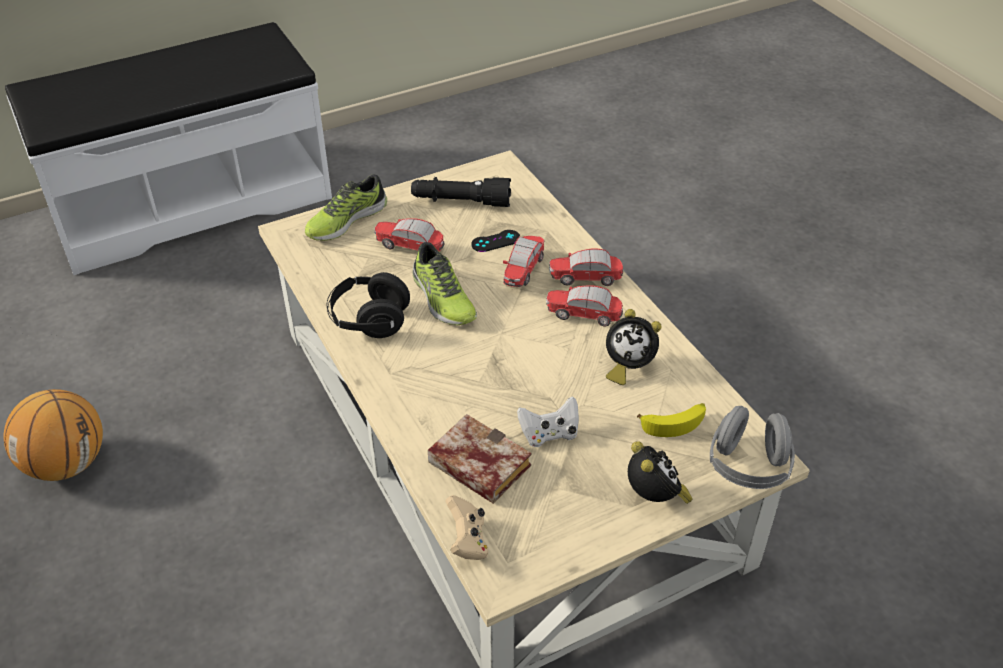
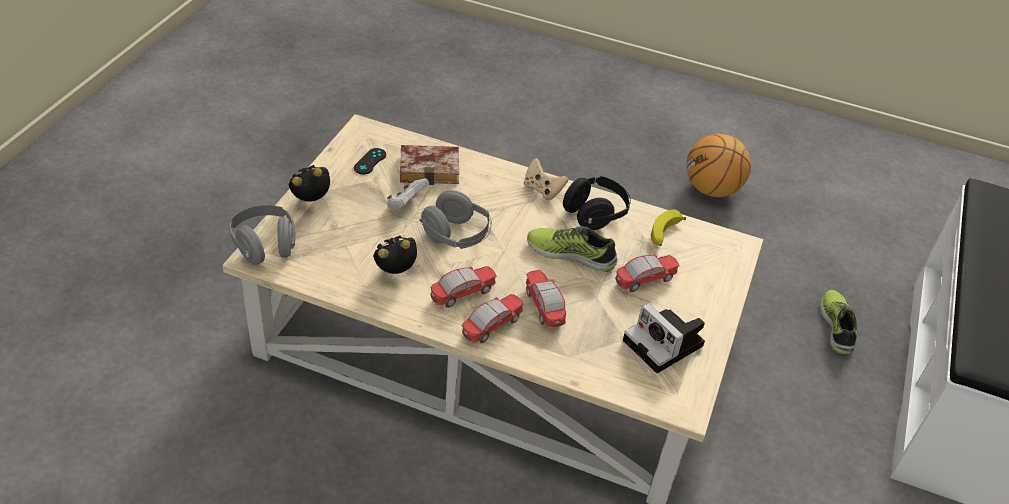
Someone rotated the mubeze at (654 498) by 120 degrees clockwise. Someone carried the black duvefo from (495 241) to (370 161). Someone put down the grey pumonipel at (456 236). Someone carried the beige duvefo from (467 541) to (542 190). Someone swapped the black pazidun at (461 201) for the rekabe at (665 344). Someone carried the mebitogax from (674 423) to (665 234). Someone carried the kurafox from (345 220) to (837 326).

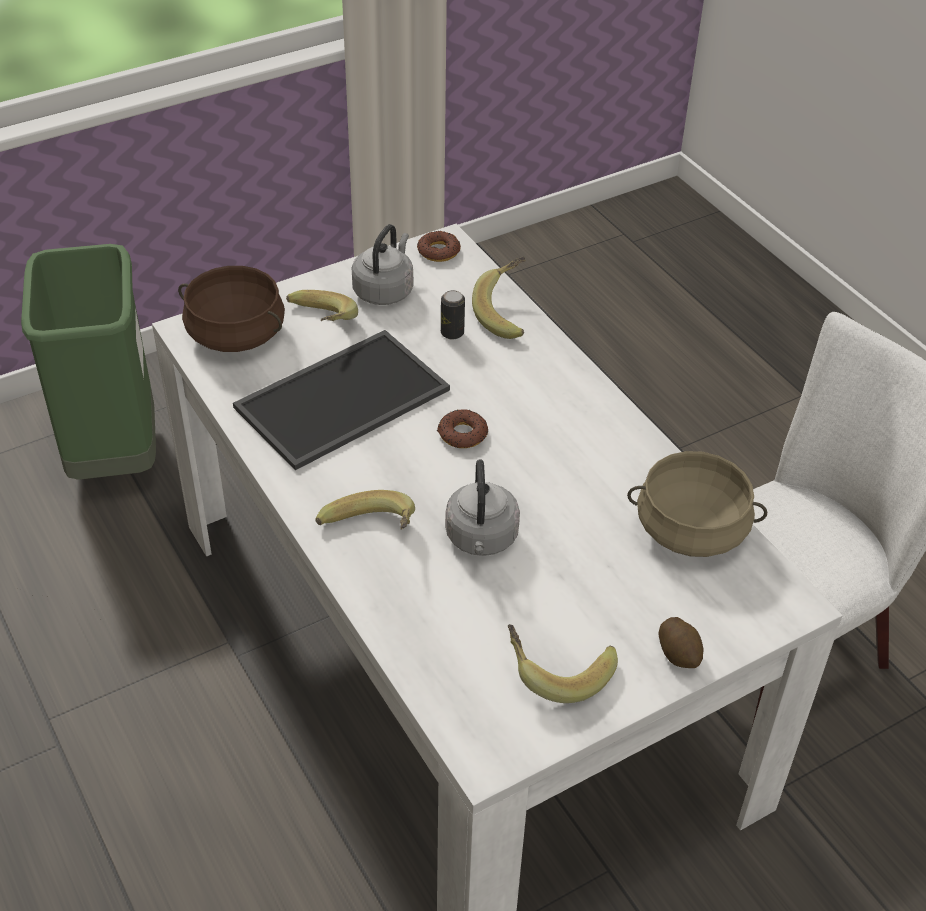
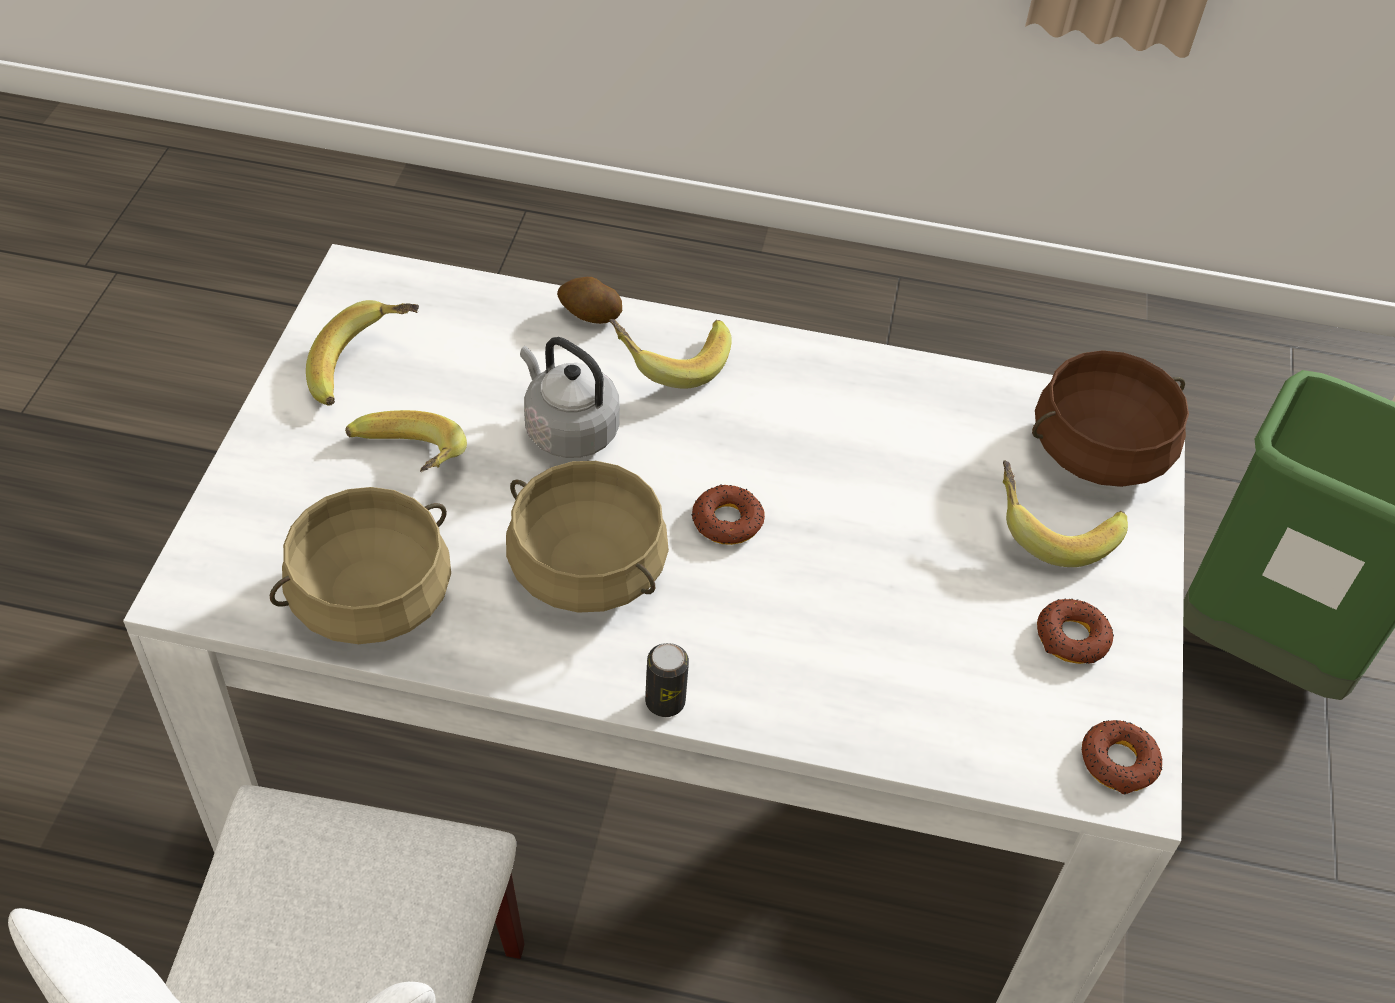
Someone carried the mebitogax from (508 313) to (407 467). Someone put down the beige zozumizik at (585 569). Someone carried the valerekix from (679 653) to (589 315). Someone carried the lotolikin from (452 333) to (665 701). Someone swapped the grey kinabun at (384 290) for the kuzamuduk at (1072 638). Someone took away the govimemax at (342 396).

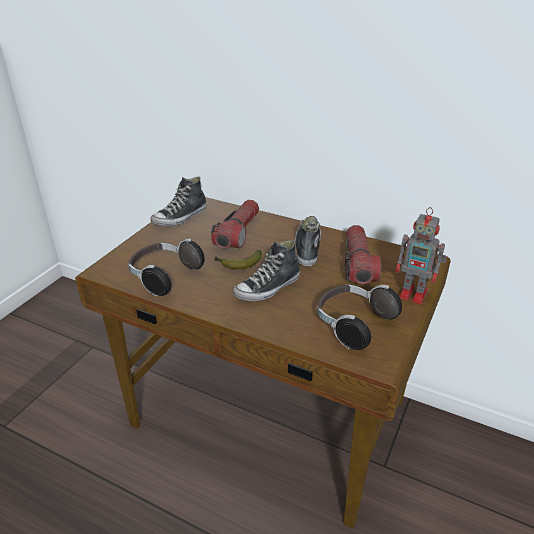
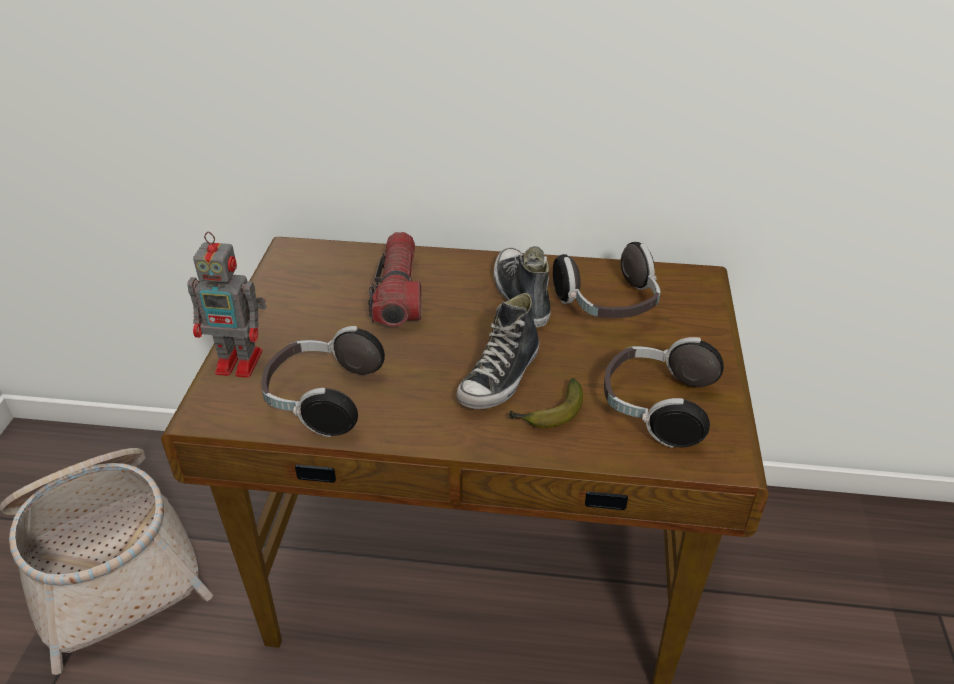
Someone put down the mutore at (109 560). Someone carried the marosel from (415 294) to (242 362). Someone carried the mebitogax from (238 264) to (549 414). Someone swapped the pazidun at (358 263) for the pumonipel at (608 305). Someone took away the kurafox at (180 217).

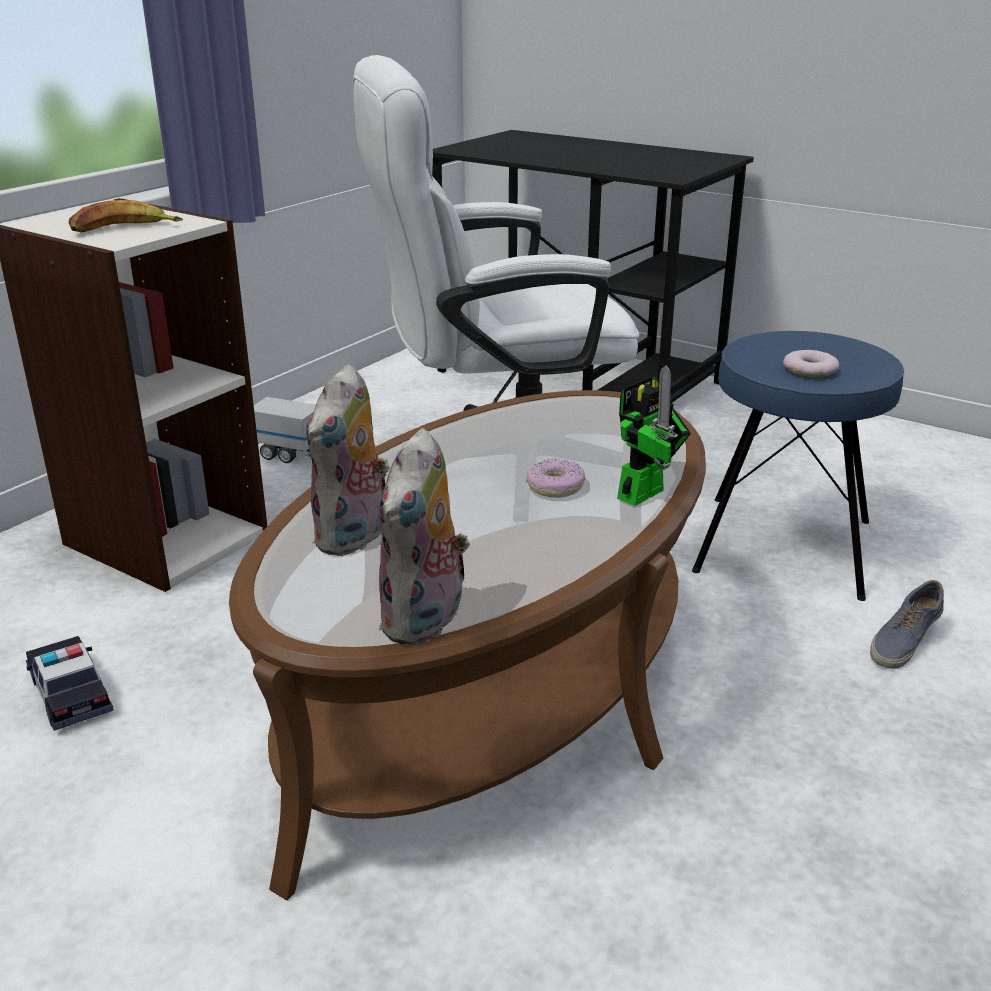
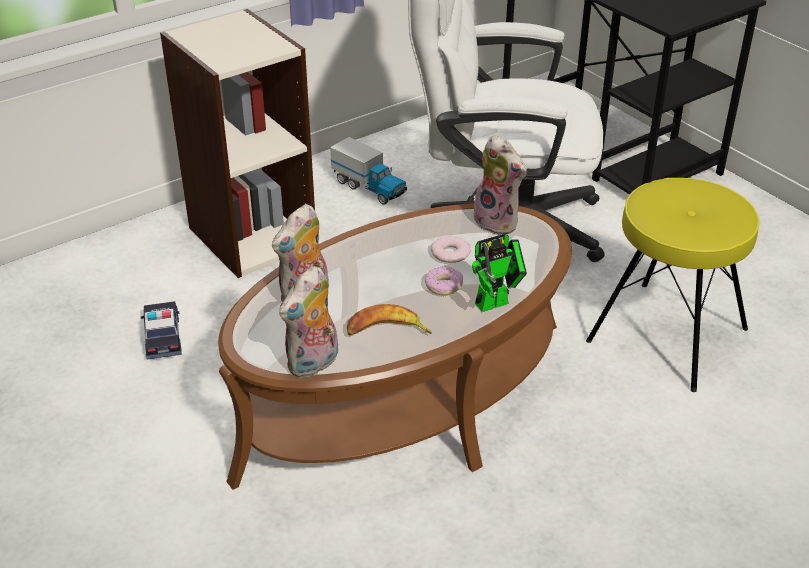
Someone carried the mebitogax from (124 229) to (386 330). Someone carried the kuzamuduk from (809 370) to (450 253). Someone put down the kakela at (499 222). Someone repainted the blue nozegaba at (785 545), which became the yellow nozegaba at (668 334). Someone took away the kurafox at (903 641).

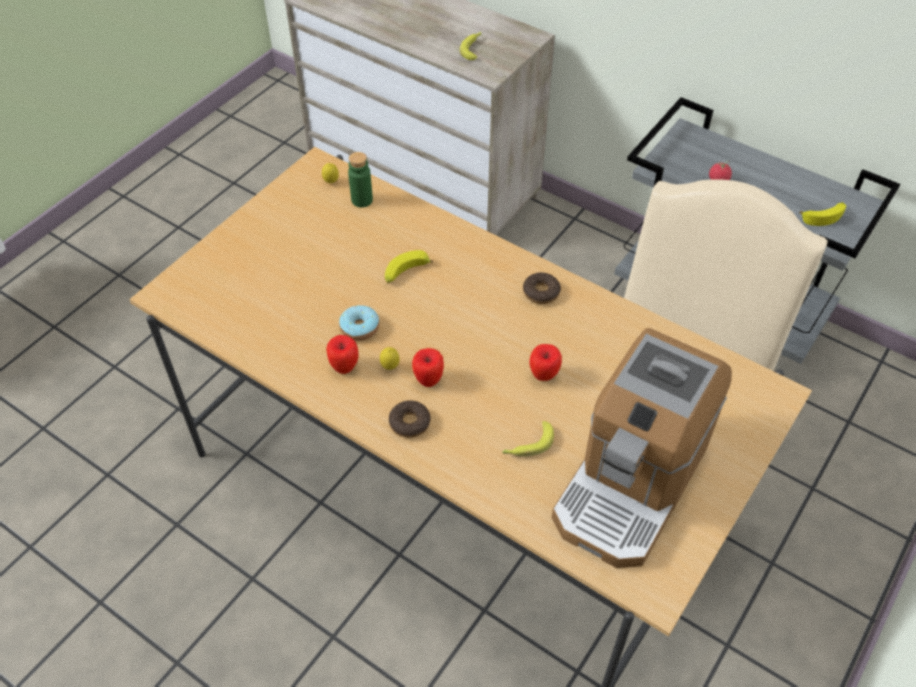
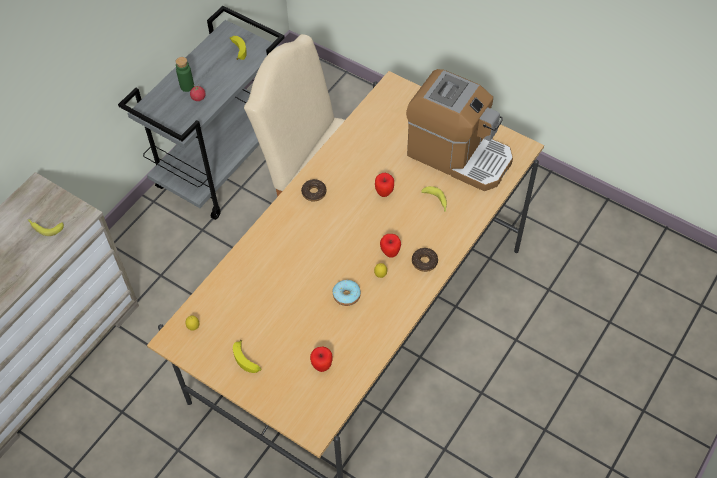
Someone carried the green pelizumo from (362 200) to (187 86). Someone carried the mebitogax from (405 273) to (247 360). Someone carried the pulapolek from (344 367) to (322 366).

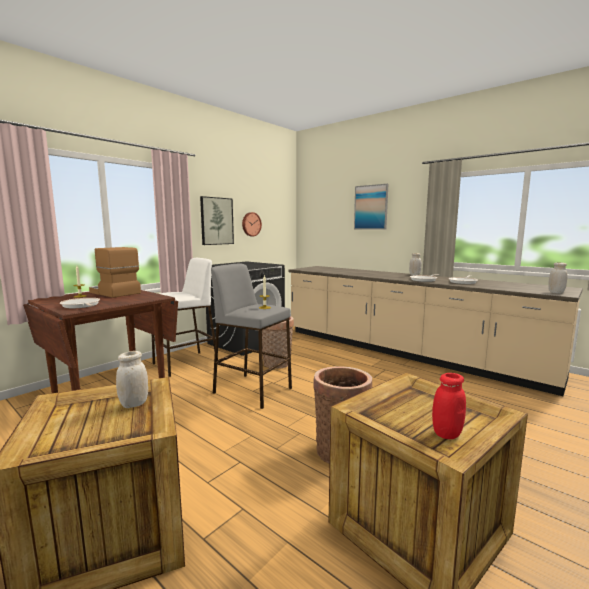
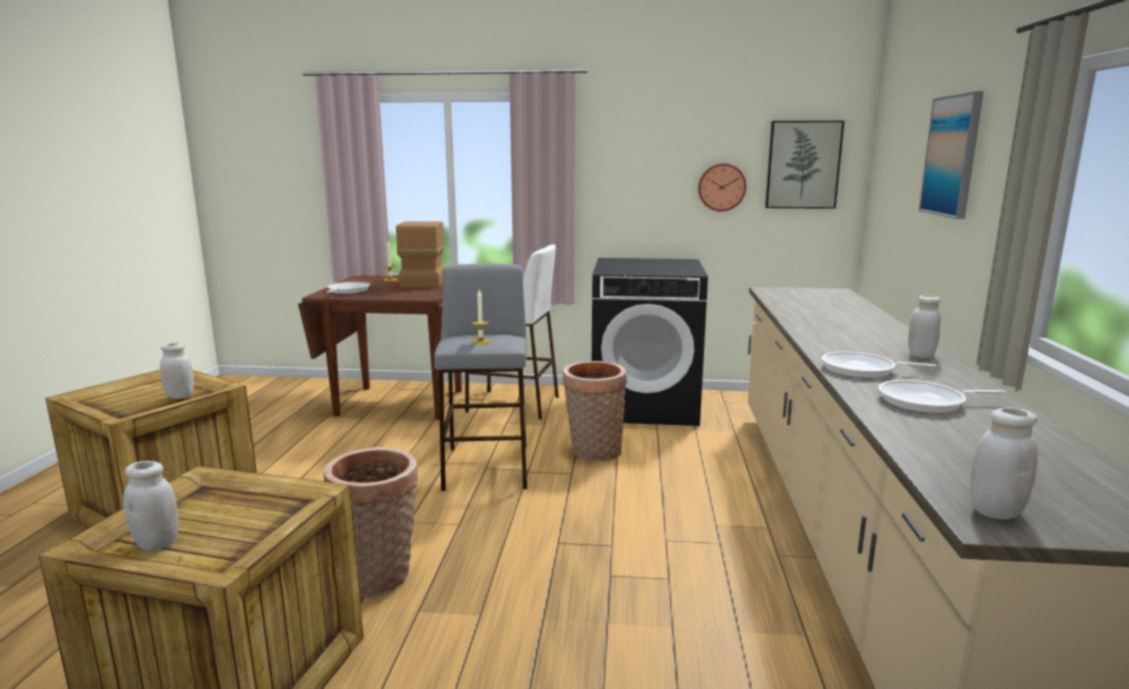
Someone repainted the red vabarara at (446 433), which became the white vabarara at (157 543). Someone carried the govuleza from (216 221) to (803 165).

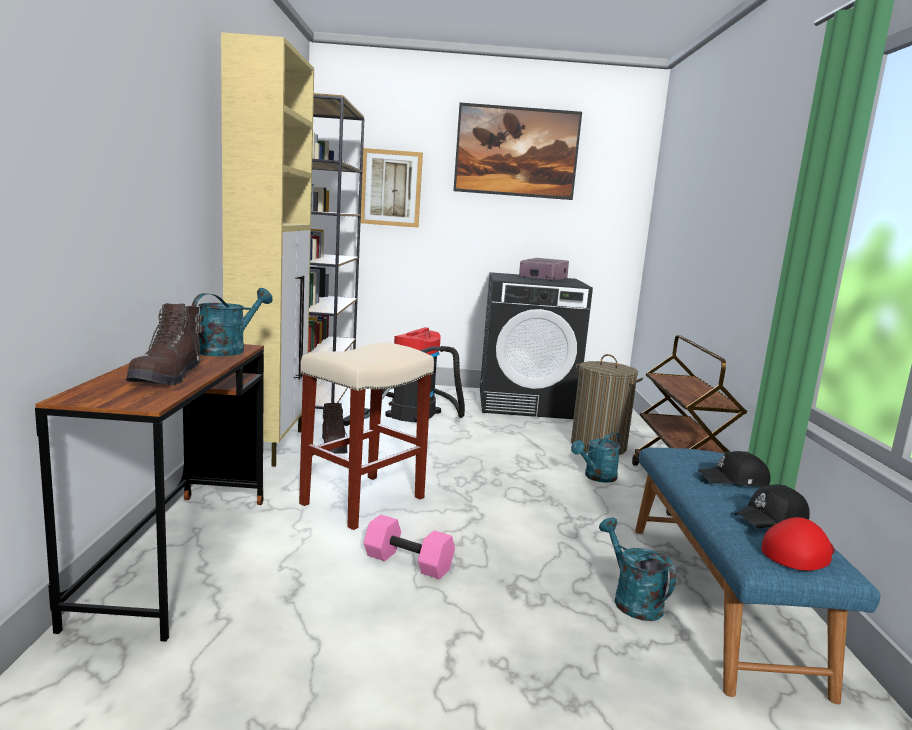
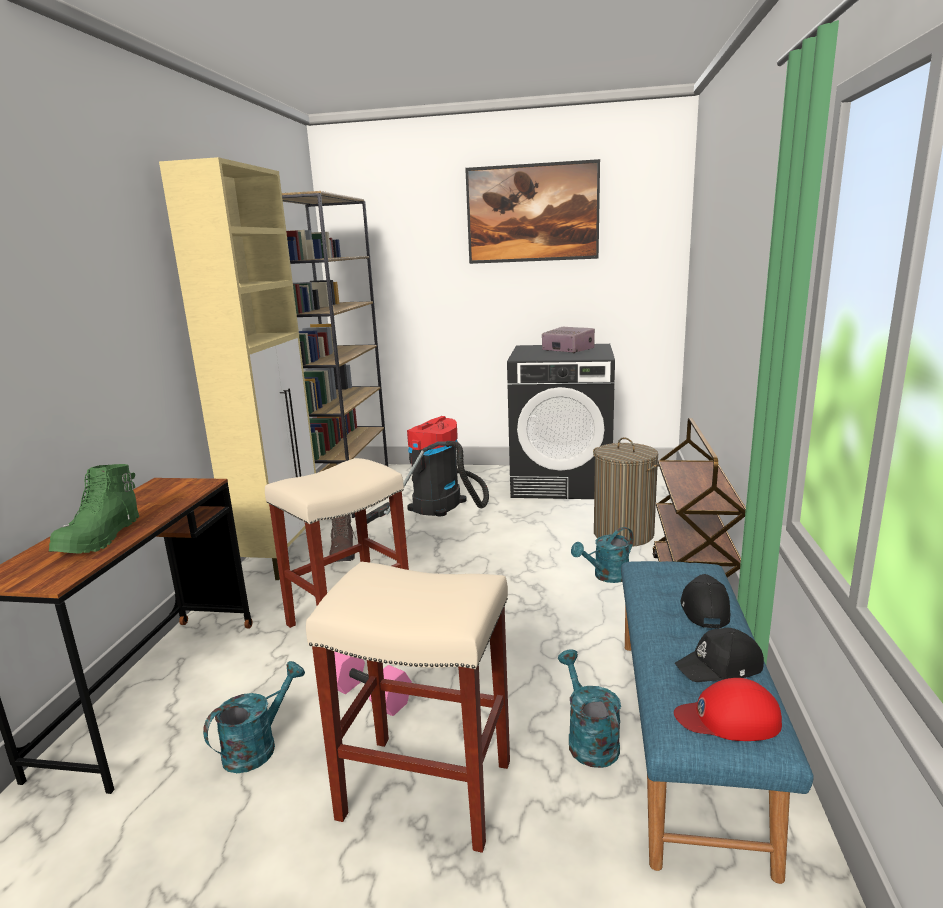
Someone repainted the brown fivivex at (168 377), which became the green fivivex at (101 539). Someone carried the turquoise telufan from (228 350) to (258 746). Someone put down the beige nozegaba at (423 790). Someone rotated the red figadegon at (799 552) by 150 degrees counterclockwise. Someone rotated the black figadegon at (734 480) by 90 degrees clockwise. Someone took away the govuleza at (391 188).

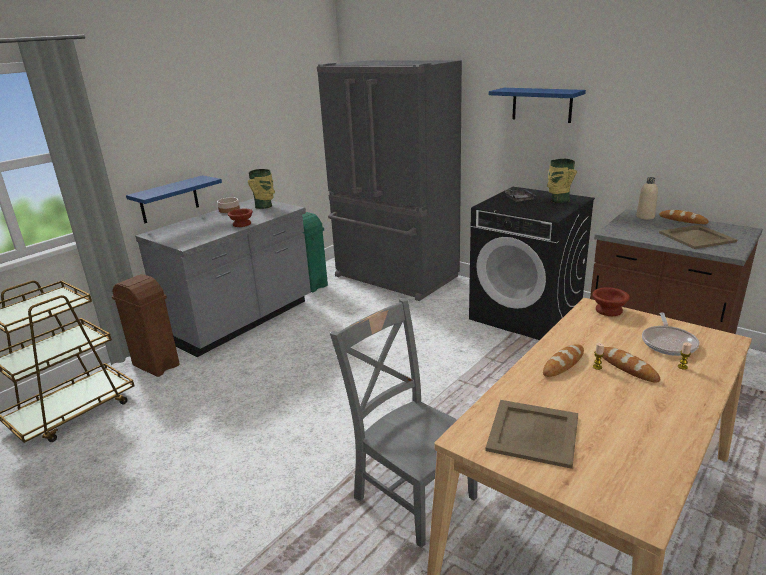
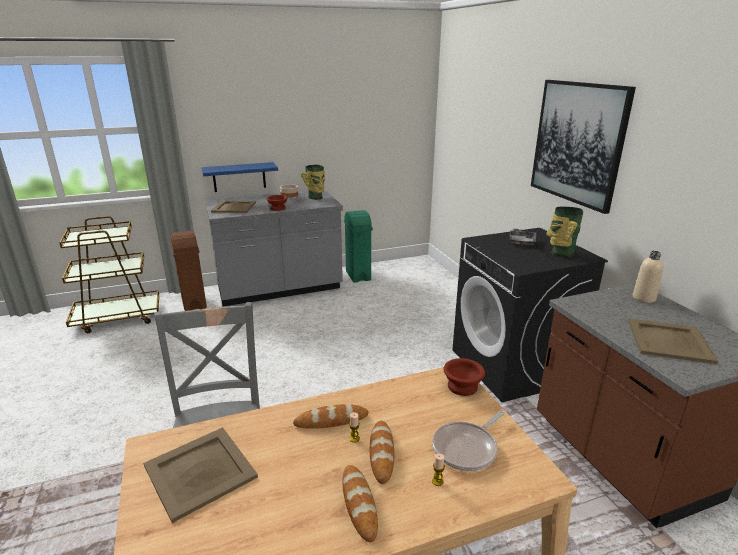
Someone put down the beige govimemax at (234 207). Someone carried the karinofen from (682 220) to (359 504). Someone swapped the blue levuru at (542 104) for the govuleza at (577 143). Someone took away the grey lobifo at (394 277).

